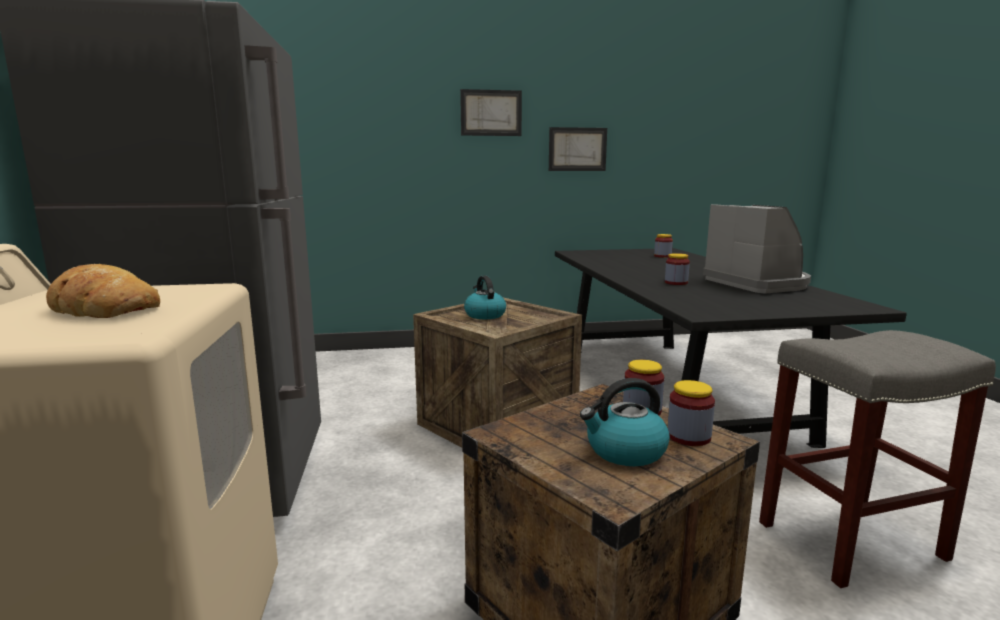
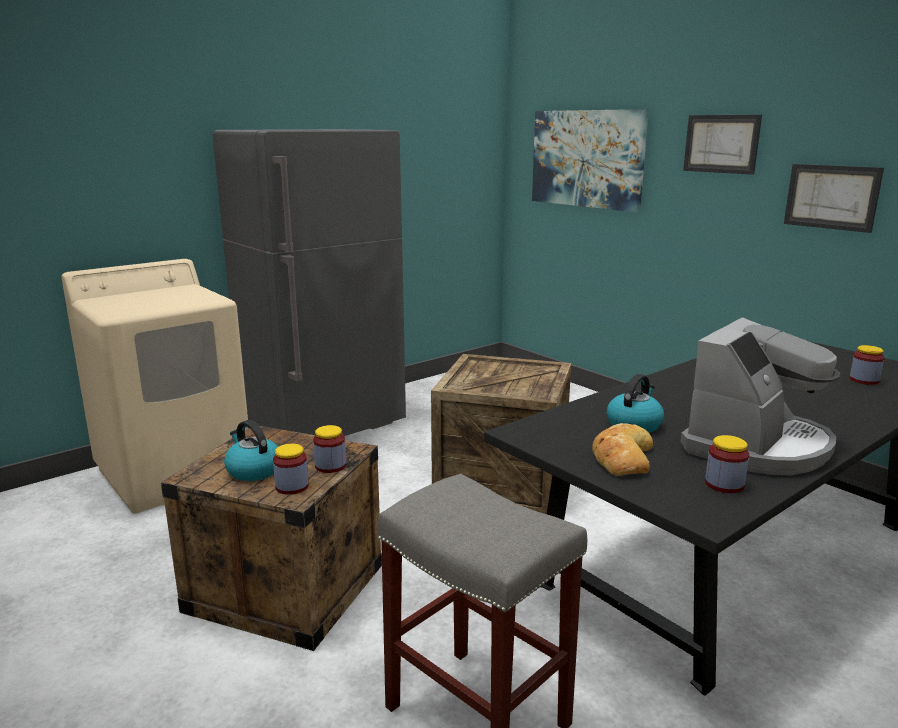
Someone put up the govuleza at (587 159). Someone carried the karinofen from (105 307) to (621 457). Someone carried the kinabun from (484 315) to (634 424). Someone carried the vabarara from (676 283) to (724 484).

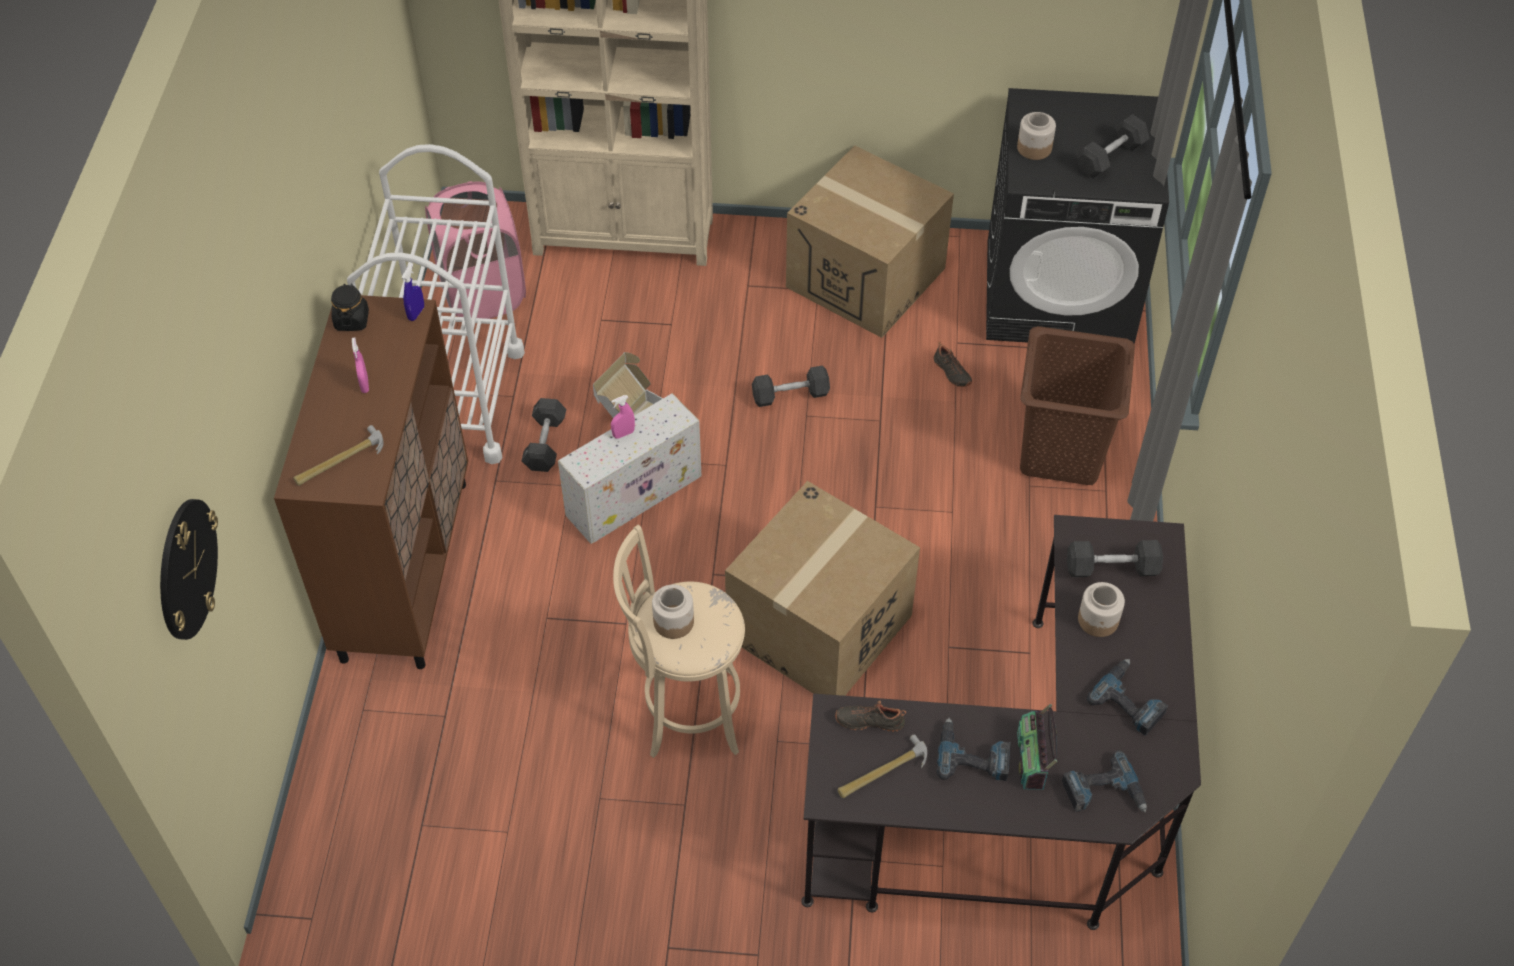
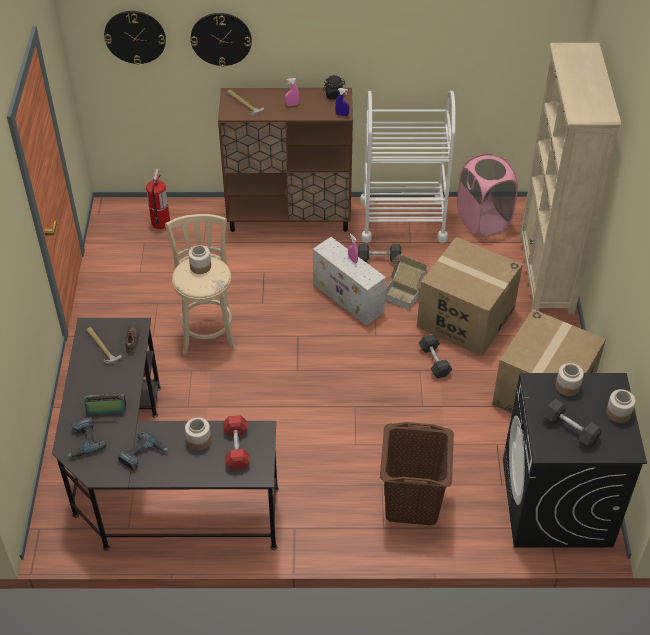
Someone put down the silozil at (161 222). Someone put up the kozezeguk at (221 39). Someone repainted the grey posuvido at (1112 568), which became the red posuvido at (237 448). Someone carried the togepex from (819 627) to (465 318). Someone put down the vabarara at (618 413). Someone took away the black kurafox at (951 372). Someone took away the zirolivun at (972 755).

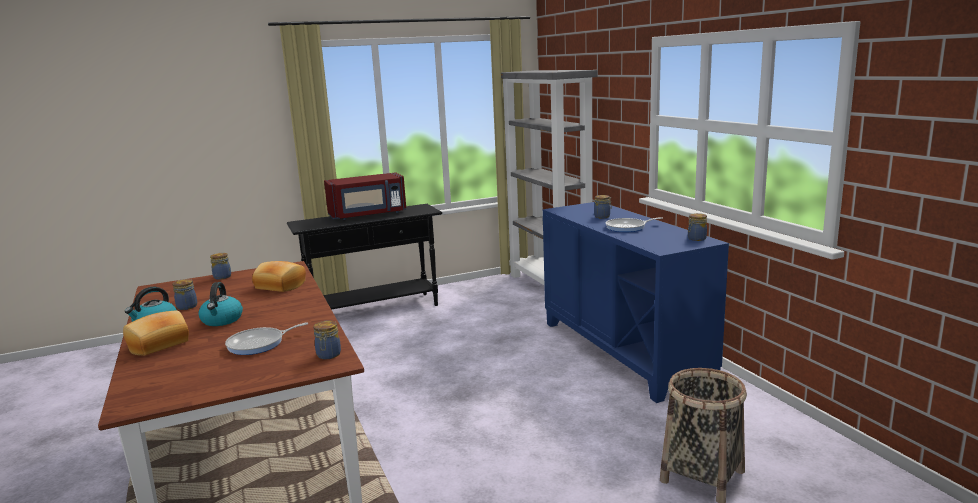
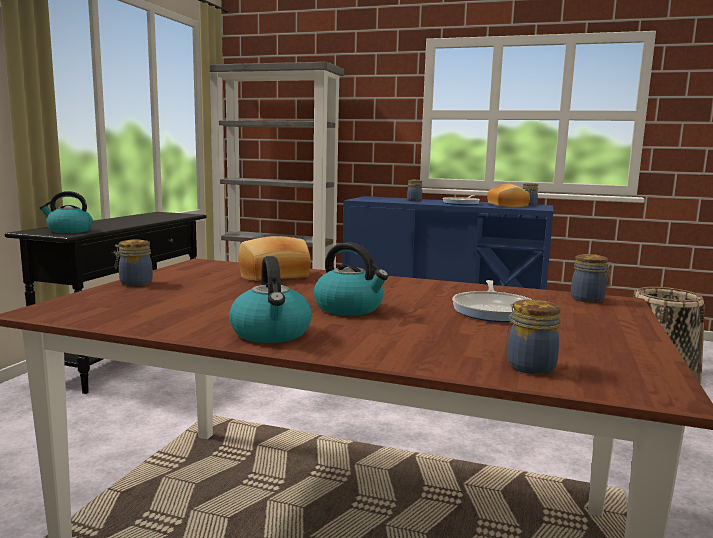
Someone put down the kinabun at (69 231). Someone carried the karinofen from (159 345) to (508 206). Someone carried the vabarara from (188 306) to (529 366). Someone took away the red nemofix at (368 215).

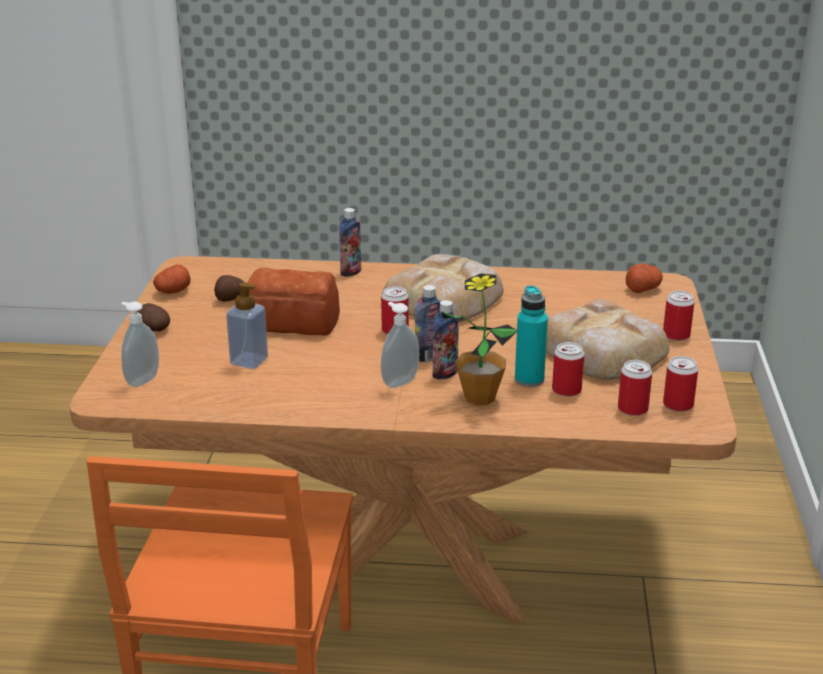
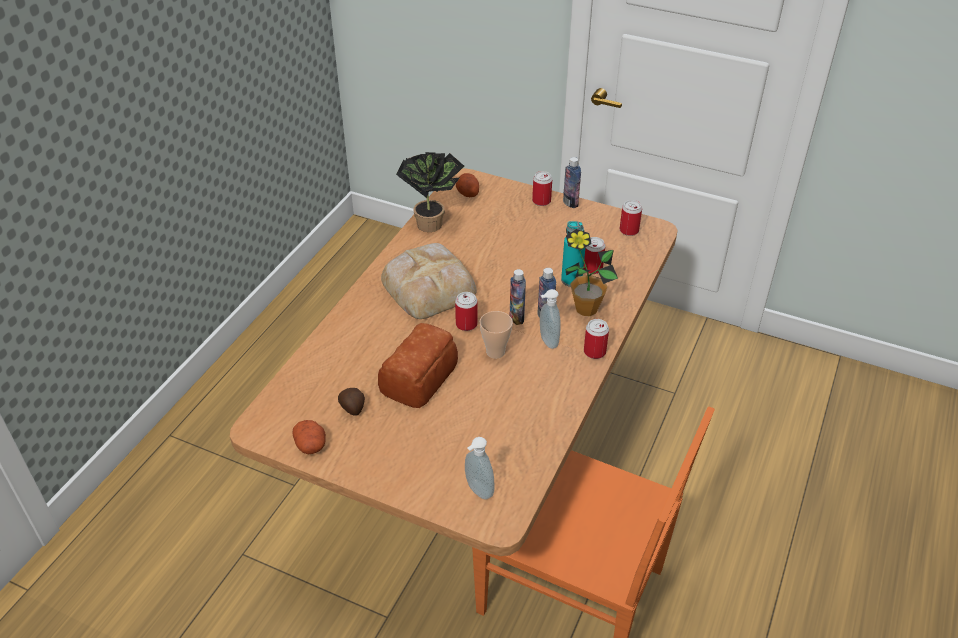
Someone put down the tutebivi at (432 222). Someone put down the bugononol at (495 352). Someone carried the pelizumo from (351 272) to (570 203). Someone carried the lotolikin from (632 409) to (594 352). Someone took away the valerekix at (152 330). Someone took away the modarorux at (249 361). Someone took away the karinofen at (602 351).

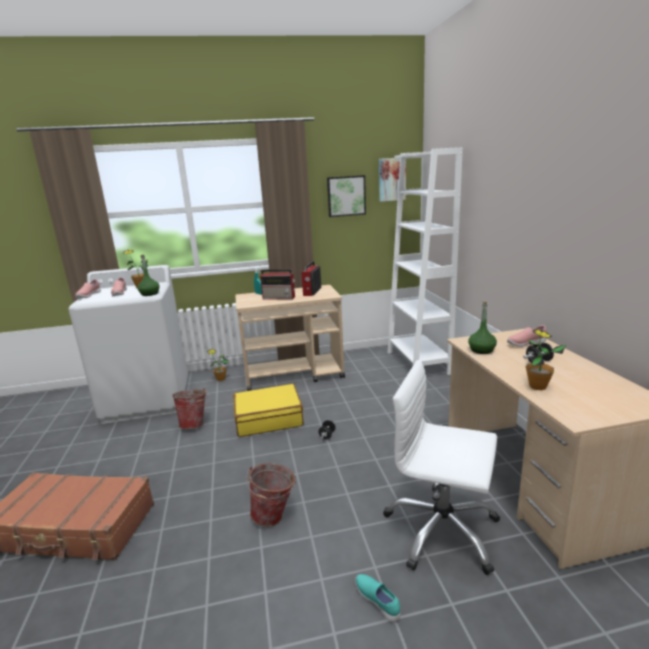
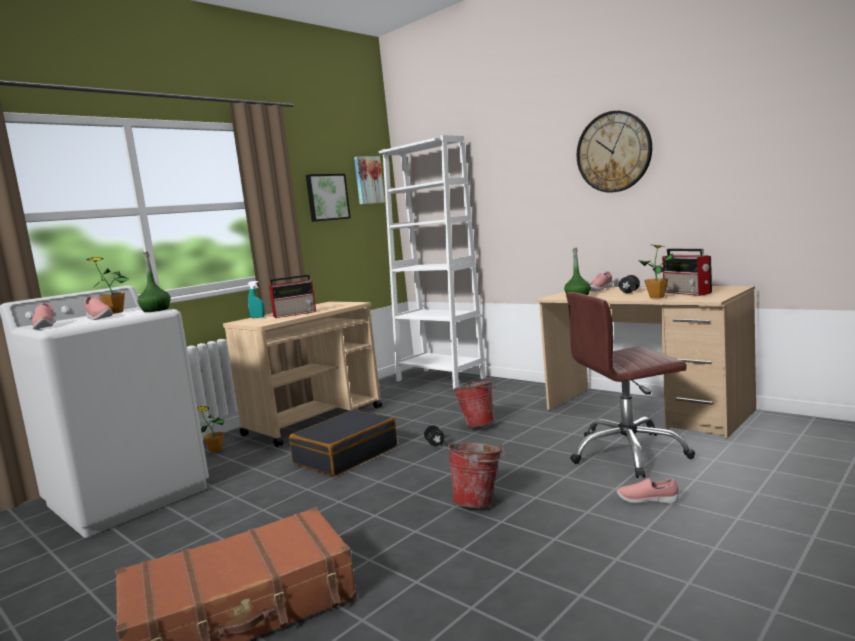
Someone repainted the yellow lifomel at (268 419), which became the black lifomel at (345 455). Someone carried the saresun from (195 424) to (478 425). Someone repainted the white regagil at (441 530), which became the brown regagil at (628 453). Someone put up the kozezeguk at (613 152). Someone repainted the turquoise kurafox at (378 601), which became the pink kurafox at (647 501). Someone carried the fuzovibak from (311 292) to (687 293).

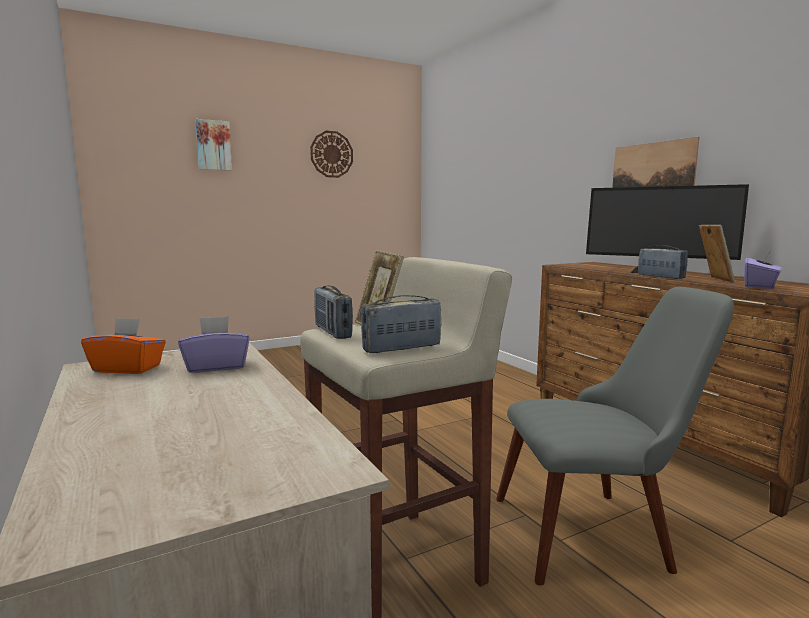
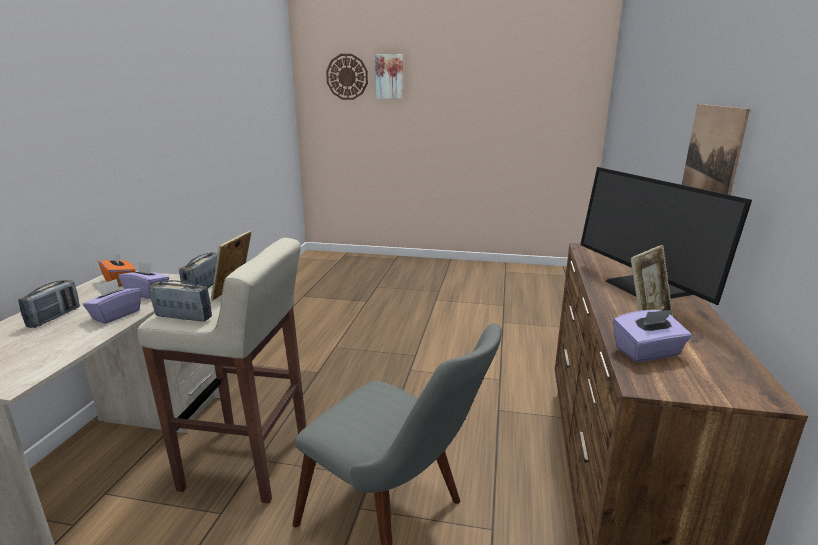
Someone carried the fuzovibak from (660 277) to (54 317). Someone put down the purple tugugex at (116 315). Someone carried the kozezeguk from (331 154) to (347 77).

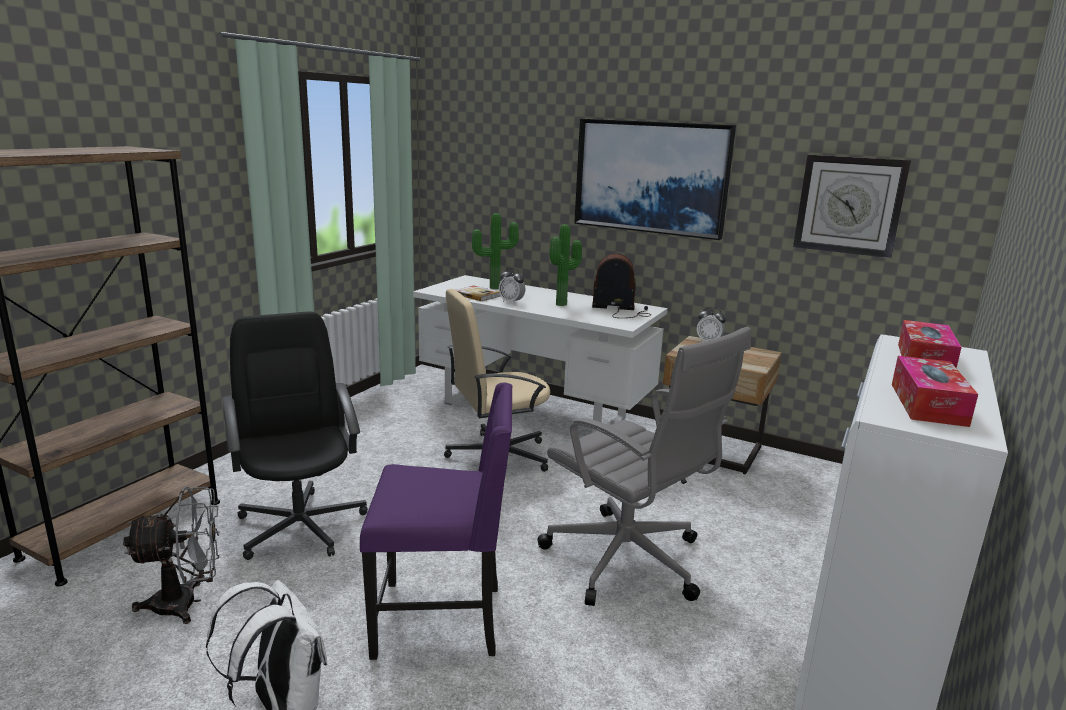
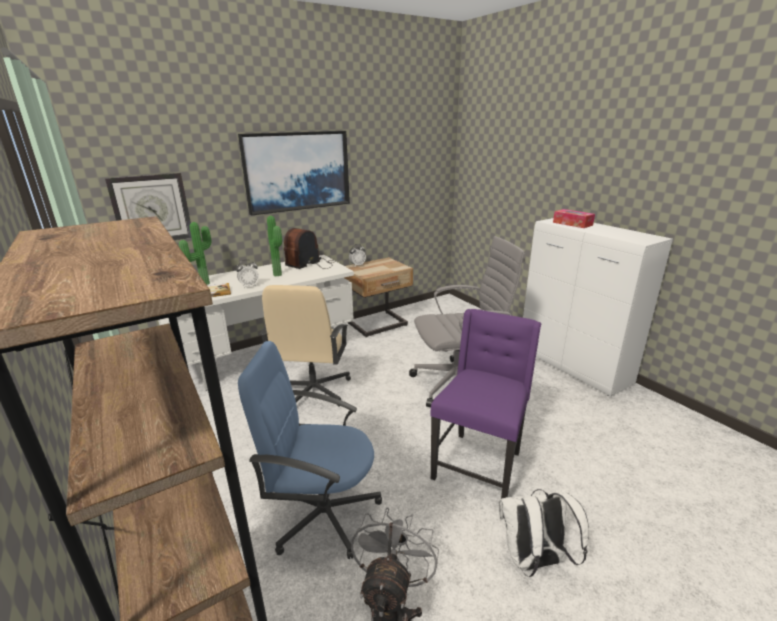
Someone carried the kozezeguk from (849 205) to (151 209). Someone repainted the black regagil at (301 525), which became the blue regagil at (322 513). Someone took away the tugugex at (928 404).

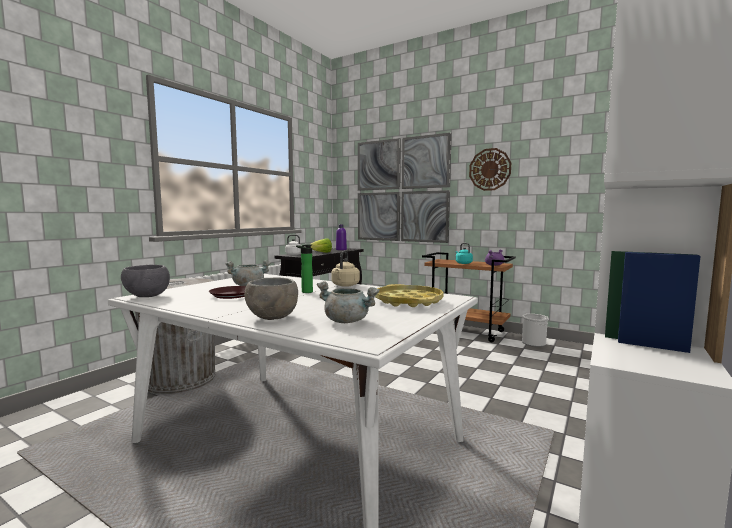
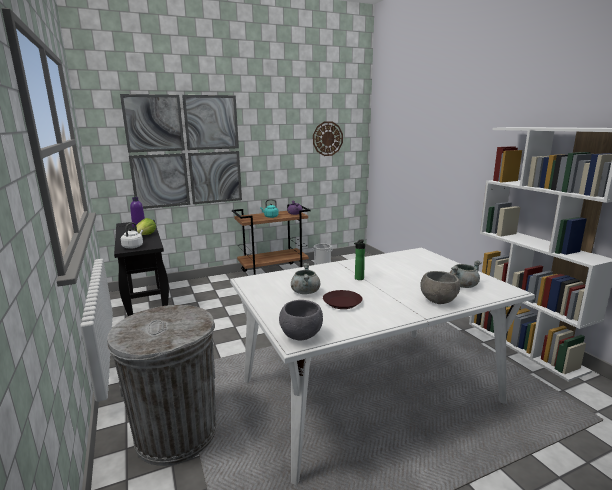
Someone carried the kozezeguk from (490 169) to (327 138). Someone took away the beige kinabun at (345 285). Someone took away the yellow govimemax at (408 301).

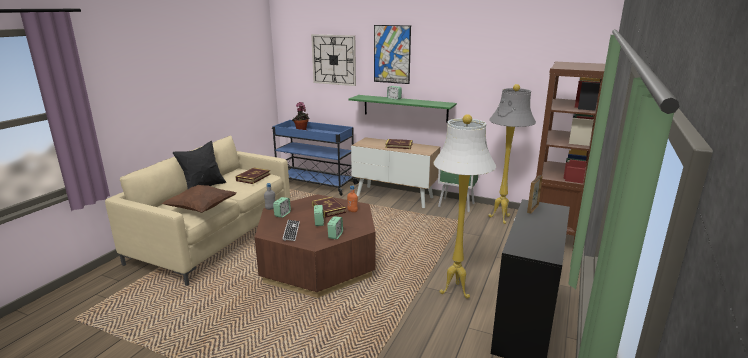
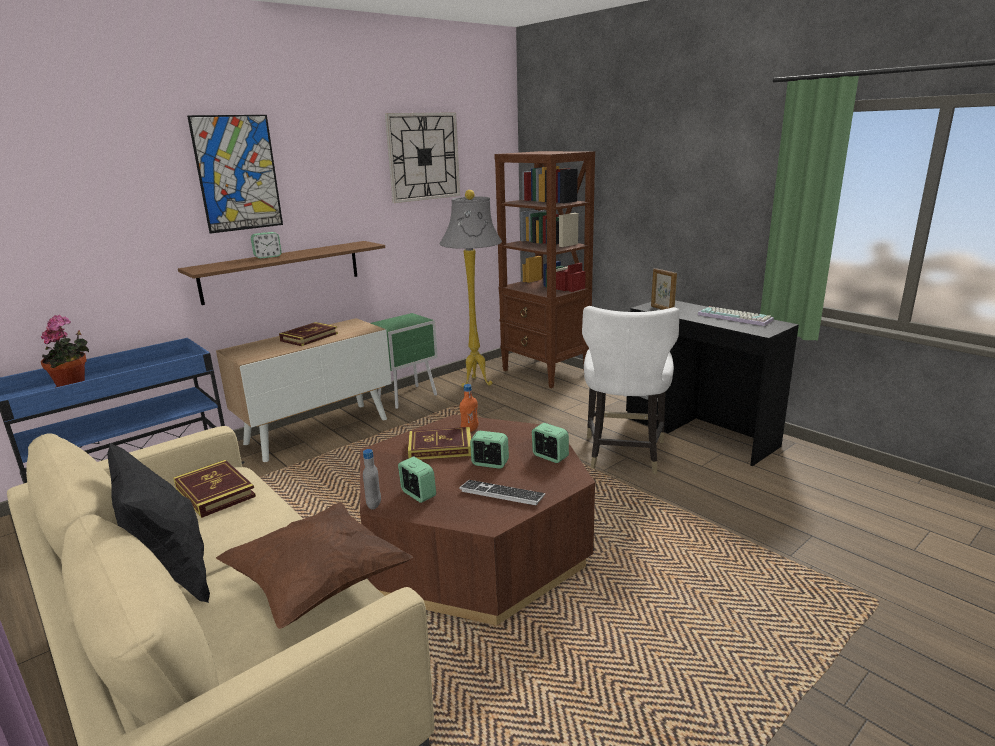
Someone repainted the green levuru at (405 108), which became the brown levuru at (282 271). Someone carried the kozezeguk from (334 60) to (423 157). Someone swapped the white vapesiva at (454 291) for the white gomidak at (623 454). Someone put down the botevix at (736 317).

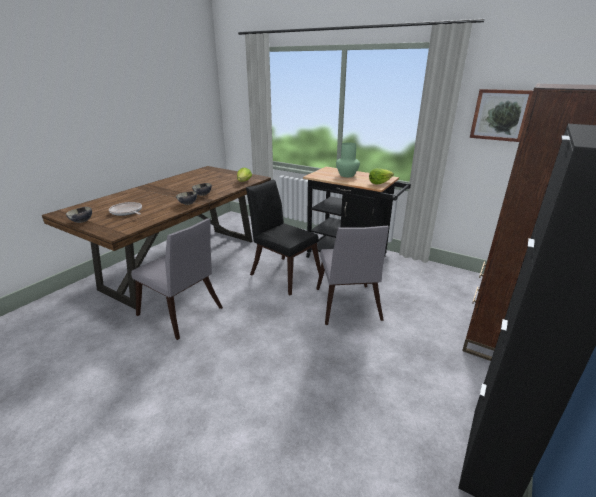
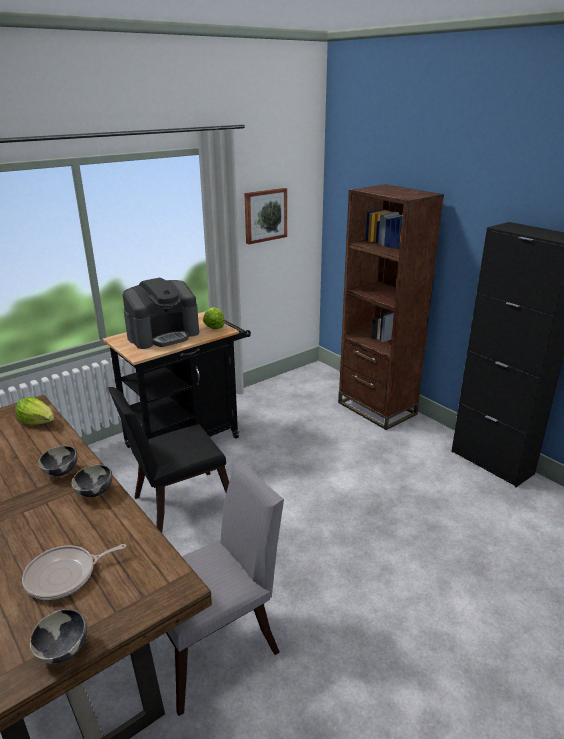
Someone swapped the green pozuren at (347 175) for the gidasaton at (163 335). Someone took away the grey gomidak at (347 307).

